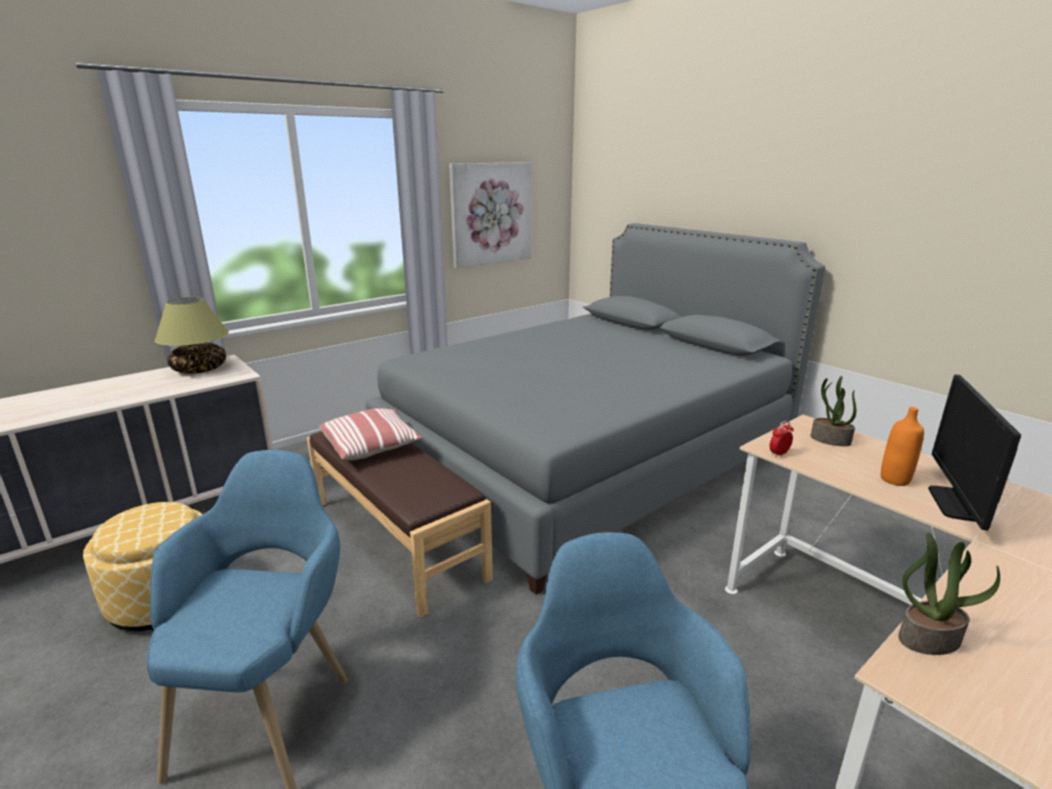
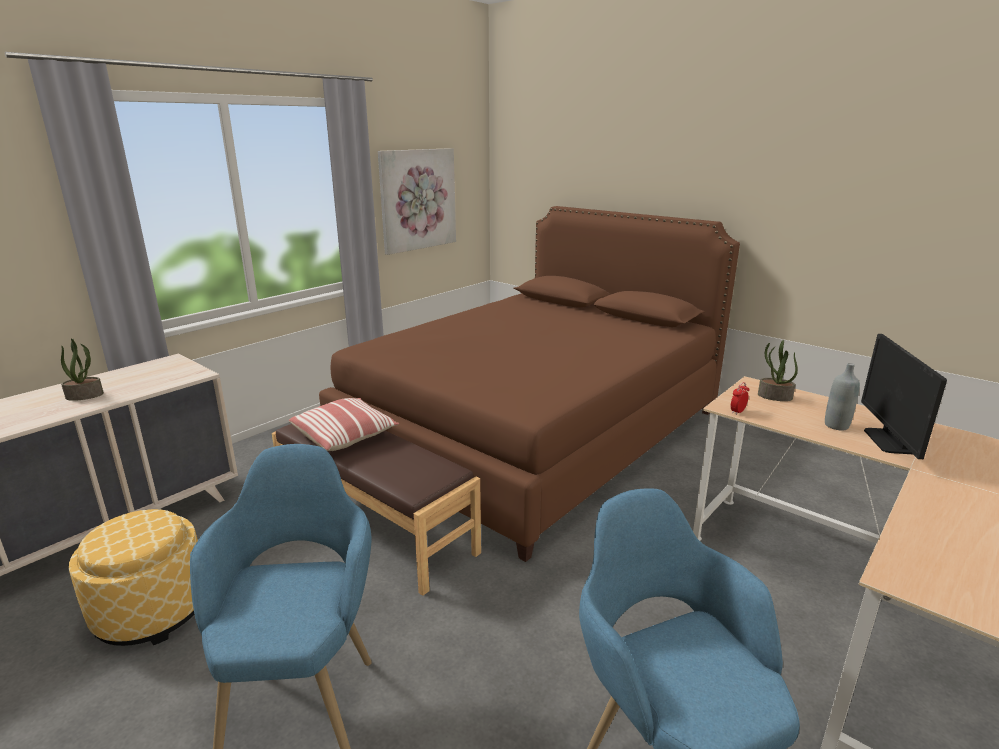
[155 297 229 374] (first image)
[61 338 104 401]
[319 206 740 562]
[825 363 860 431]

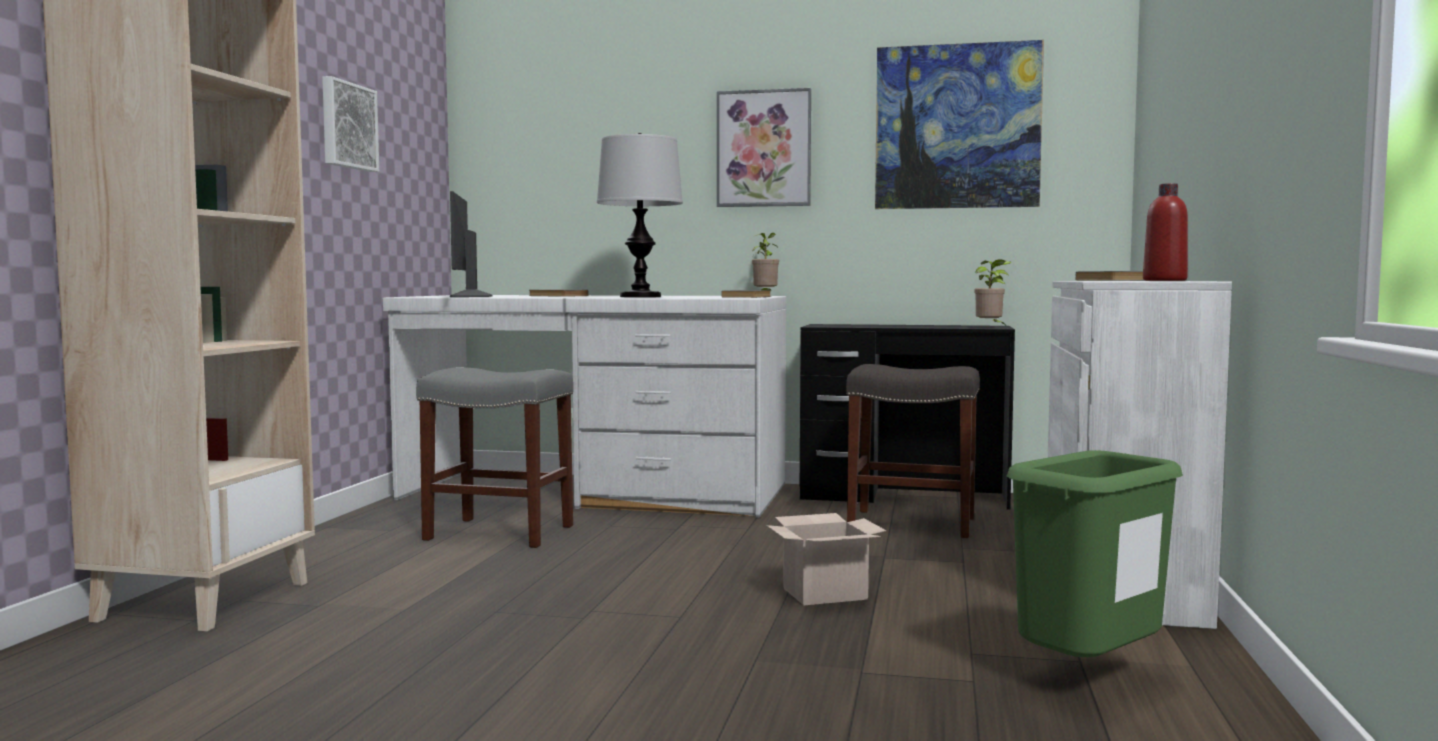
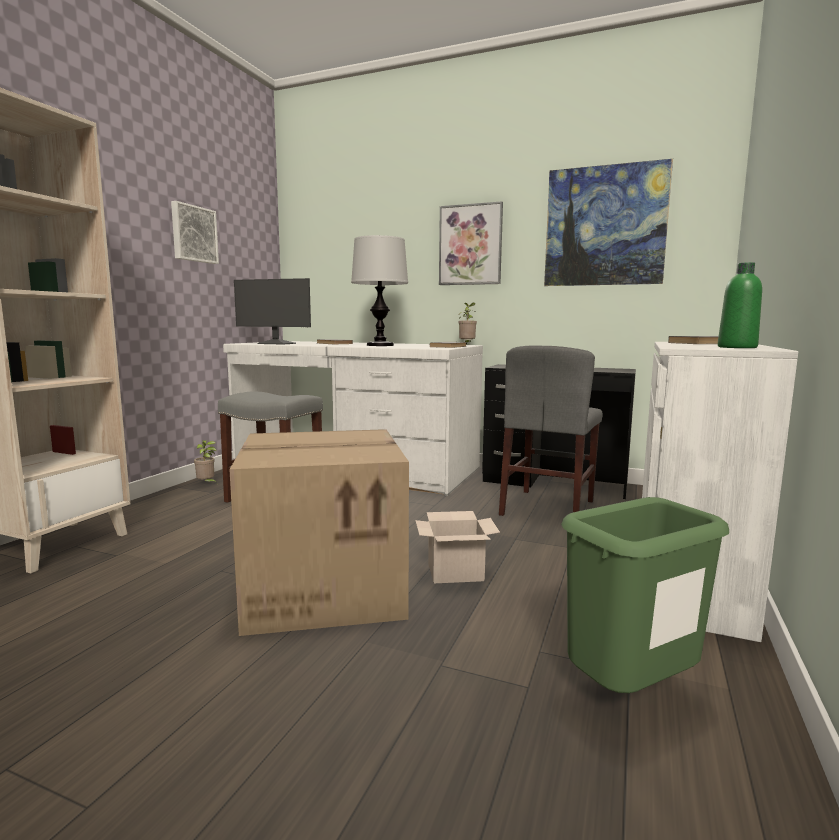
[229 429 409 636]
[194 440 217 483]
[499 346 603 516]
[718 262 762 348]
[234 278 311 345]

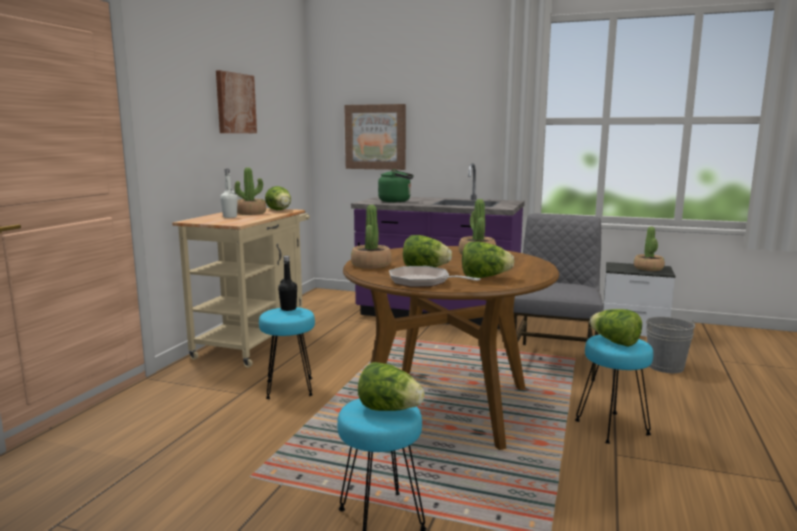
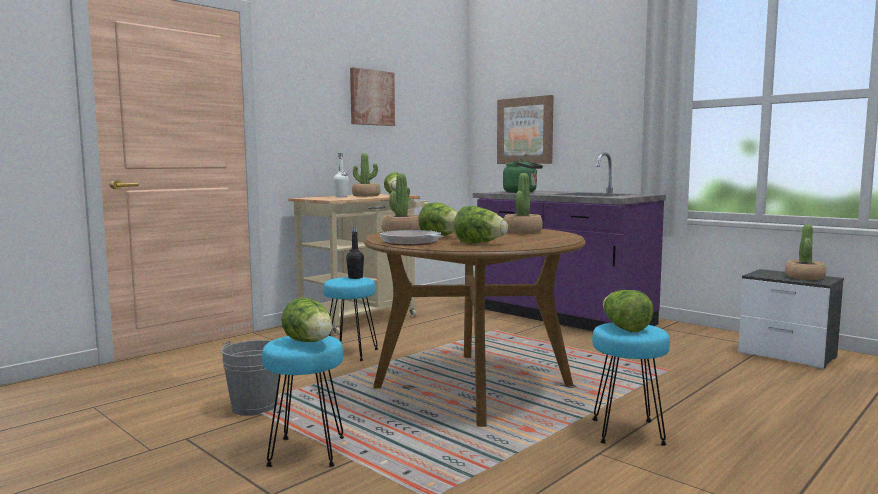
[514 213 603 381] (first image)
[221 340 279 416]

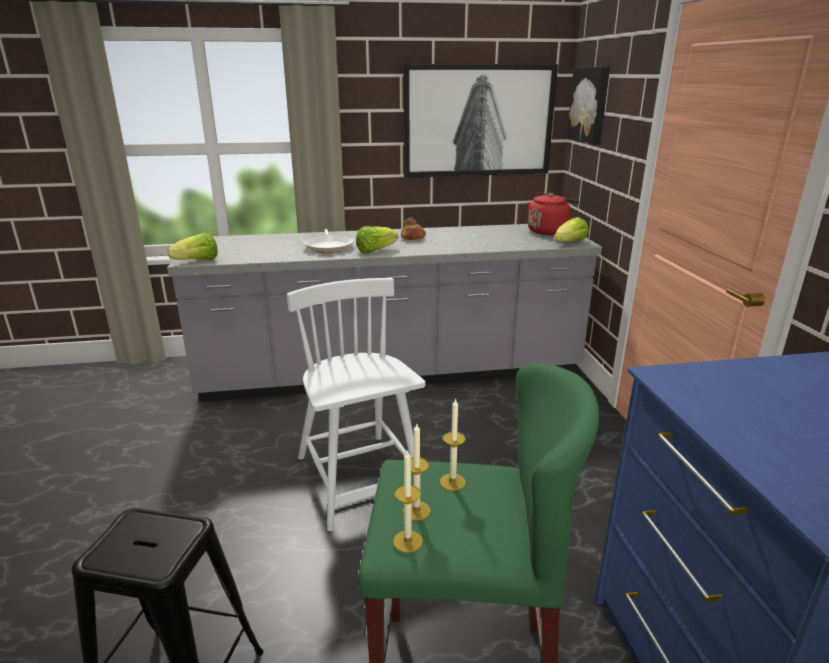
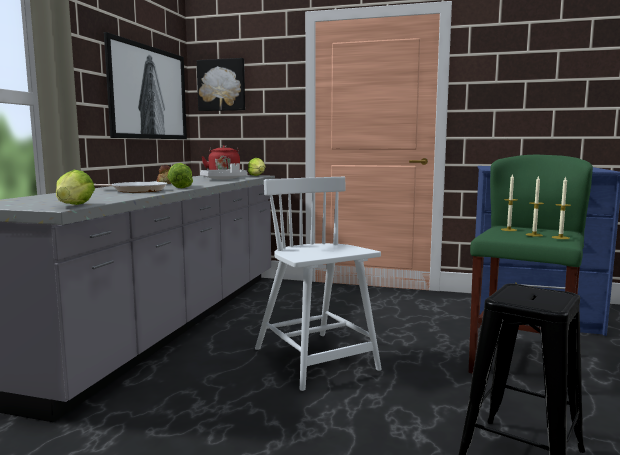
[200 163 247 180]
[255 177 382 391]

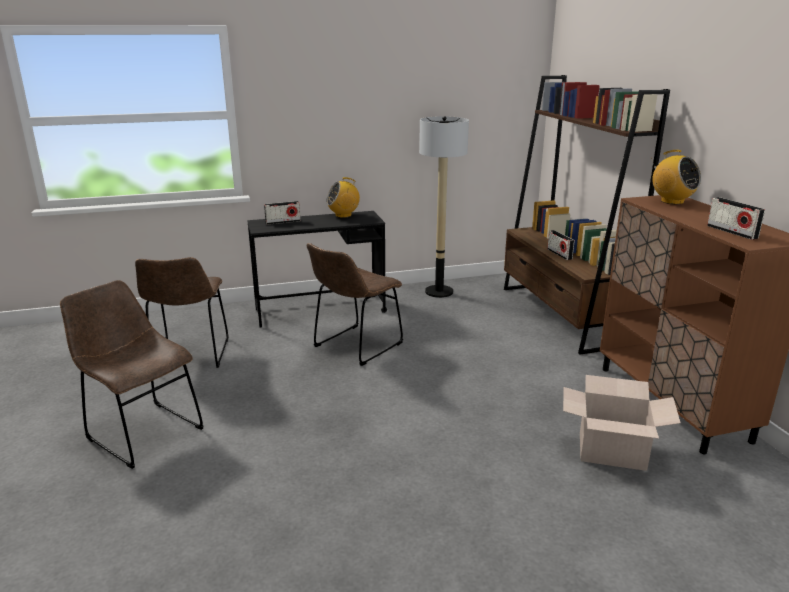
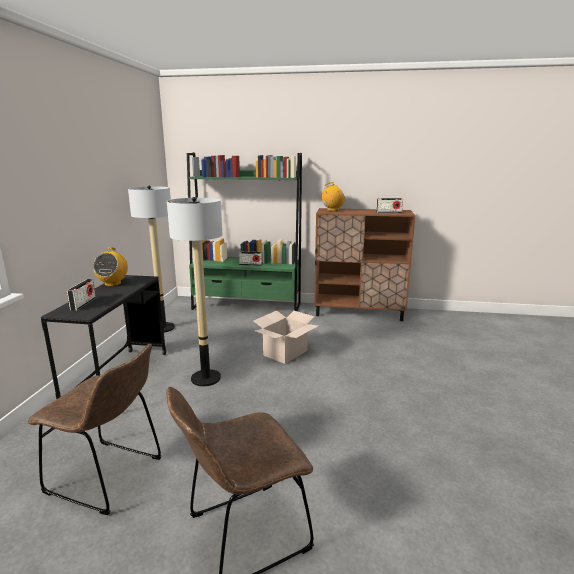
[254 311 318 364]
[167 197 222 387]
[187 153 302 312]

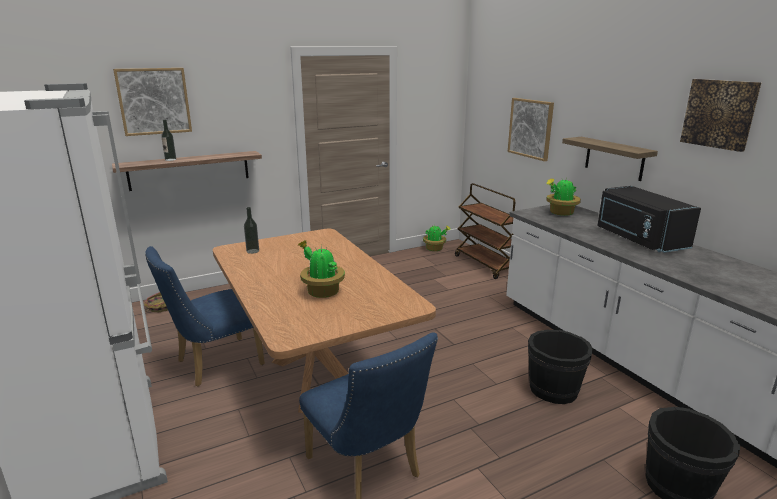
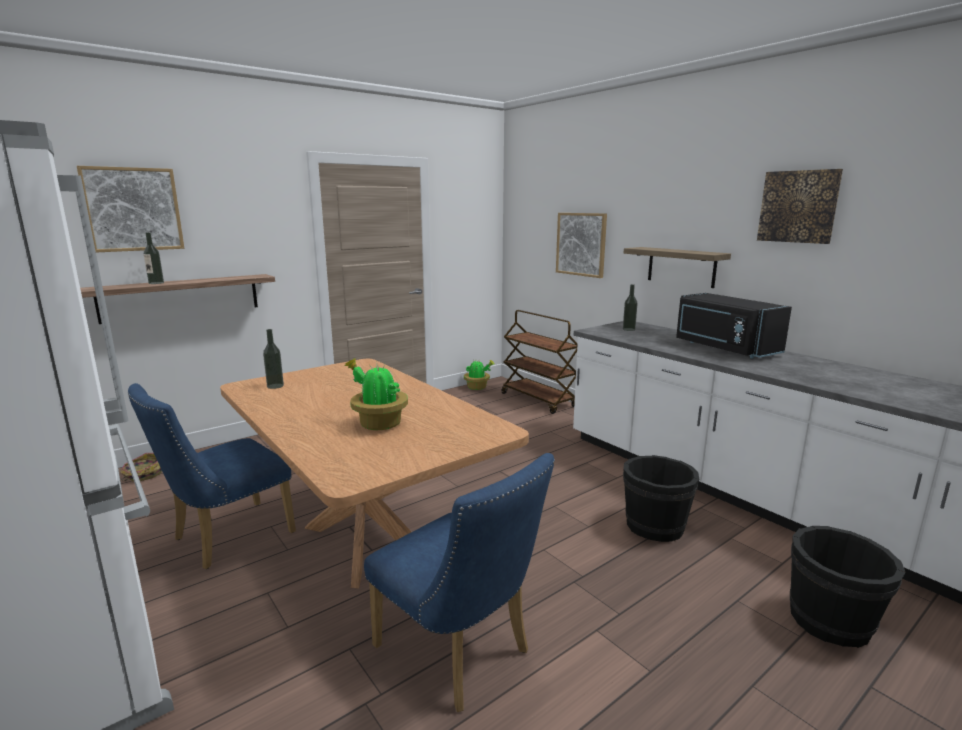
[623 284 638 331]

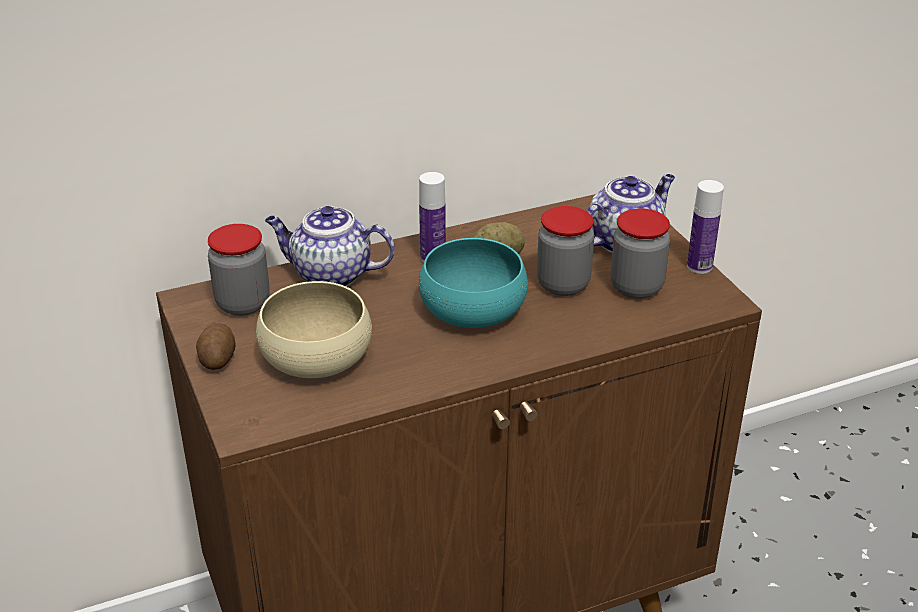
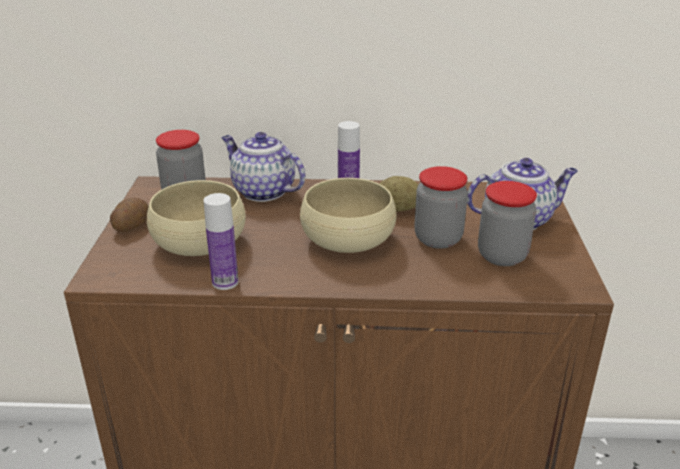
[204 193 238 290]
[300 178 396 253]

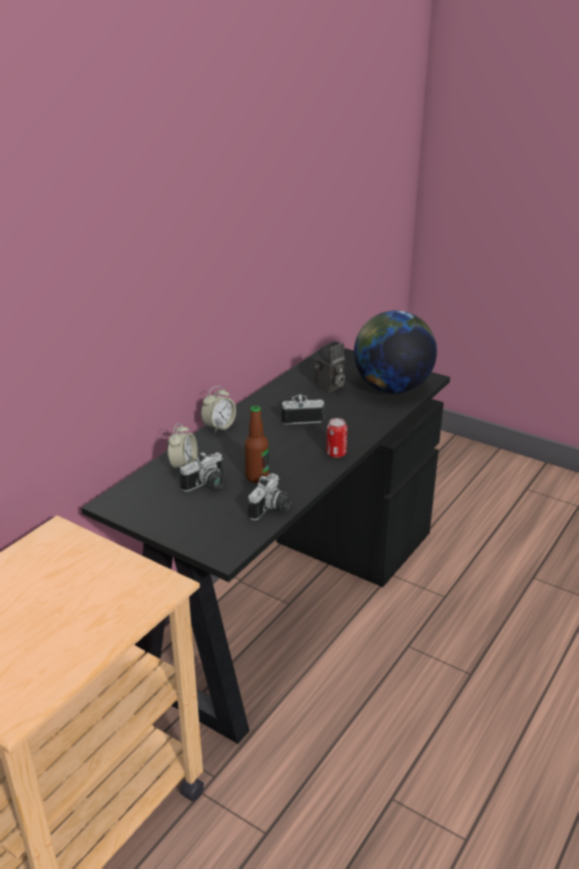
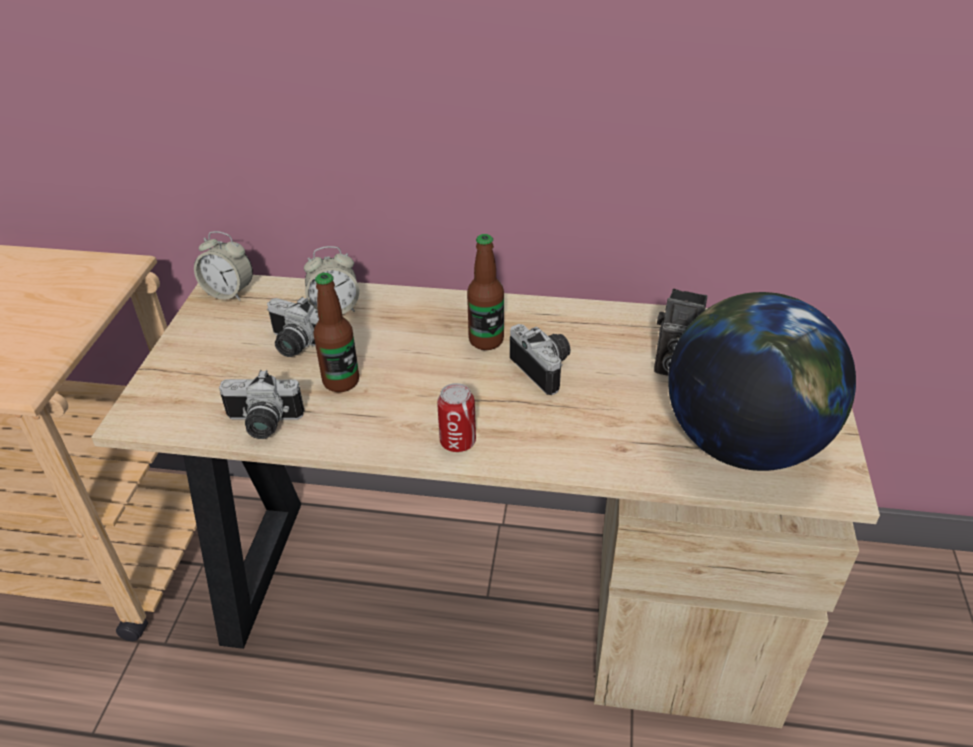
[467 234 504 350]
[194 231 253 301]
[91 275 880 728]

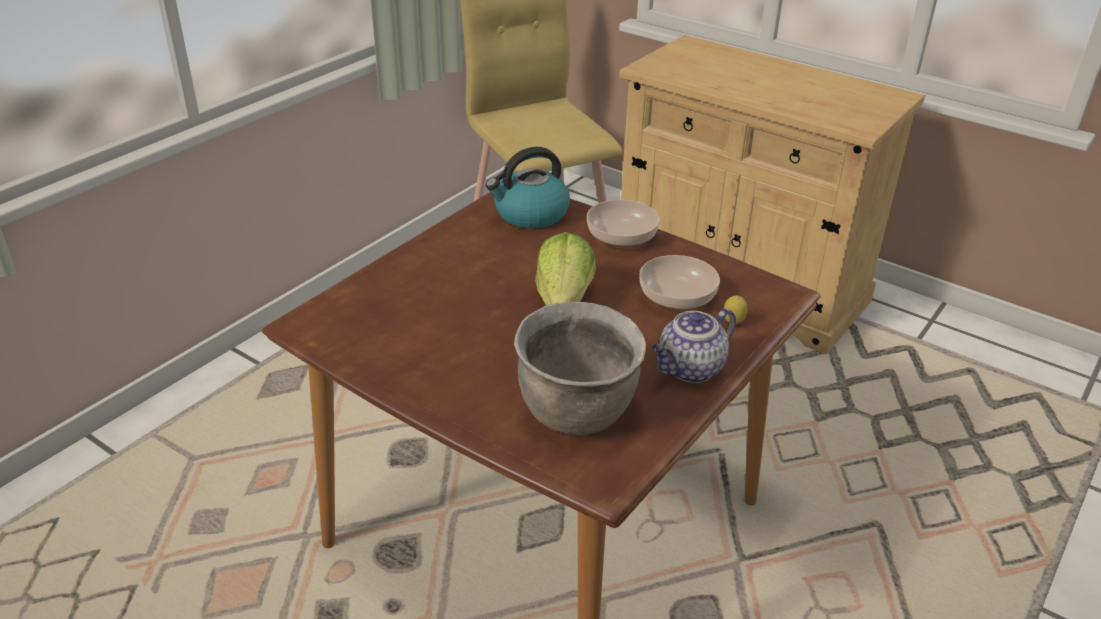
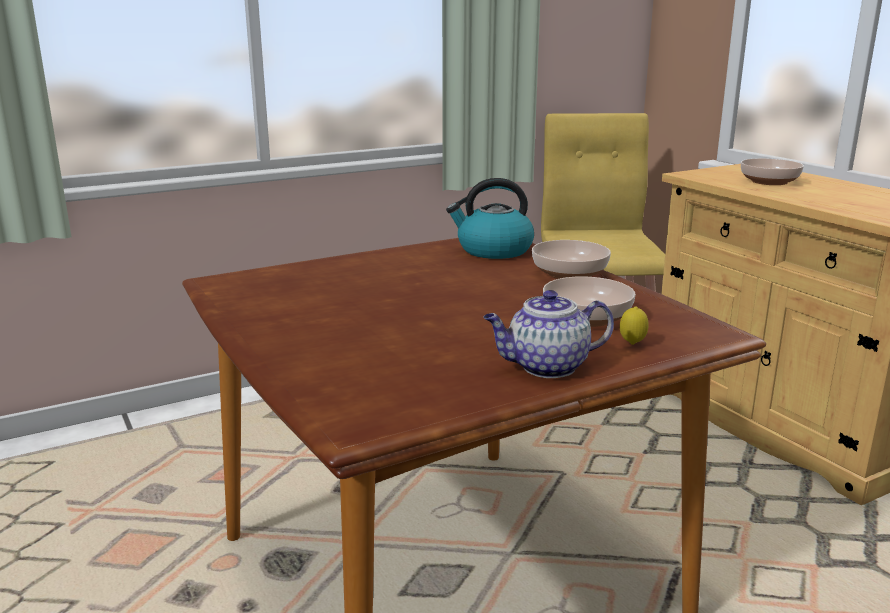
[514 302 646 435] (first image)
[535 232 596 305] (first image)
[741 158 804 185]

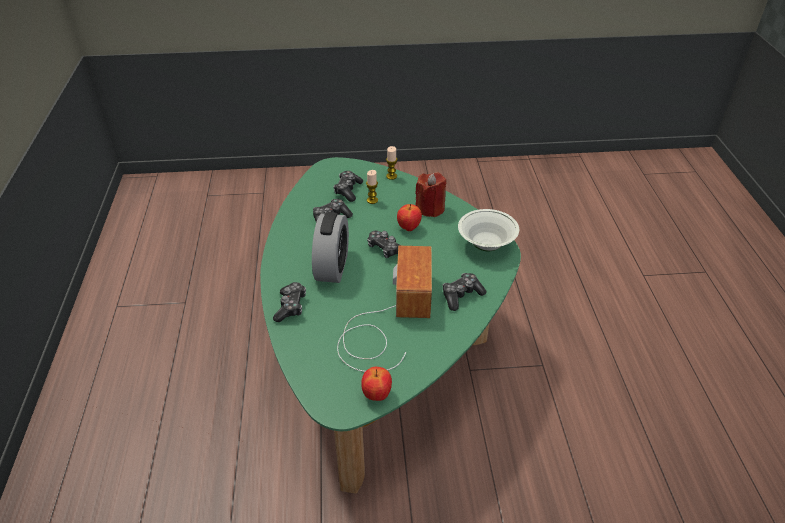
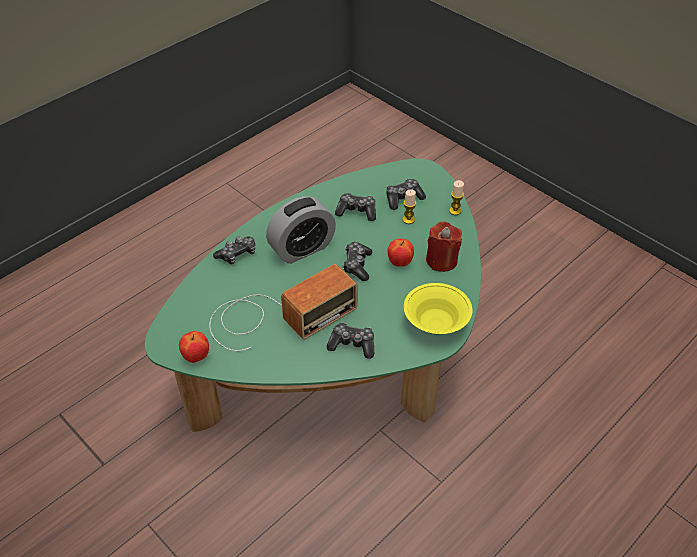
[404 283 473 334]

